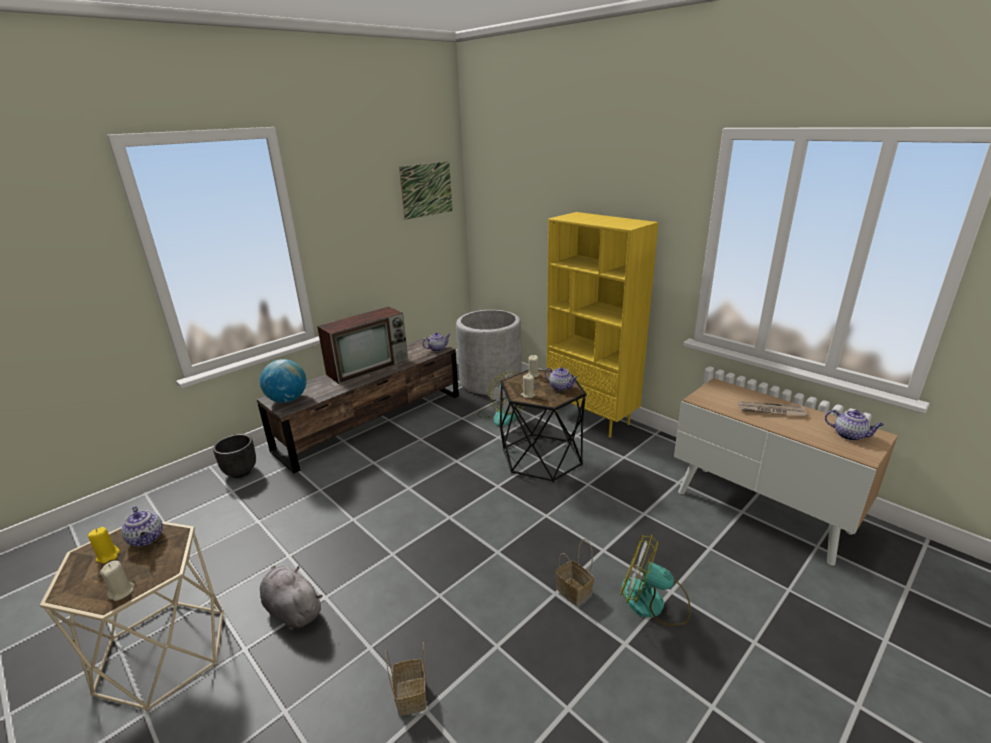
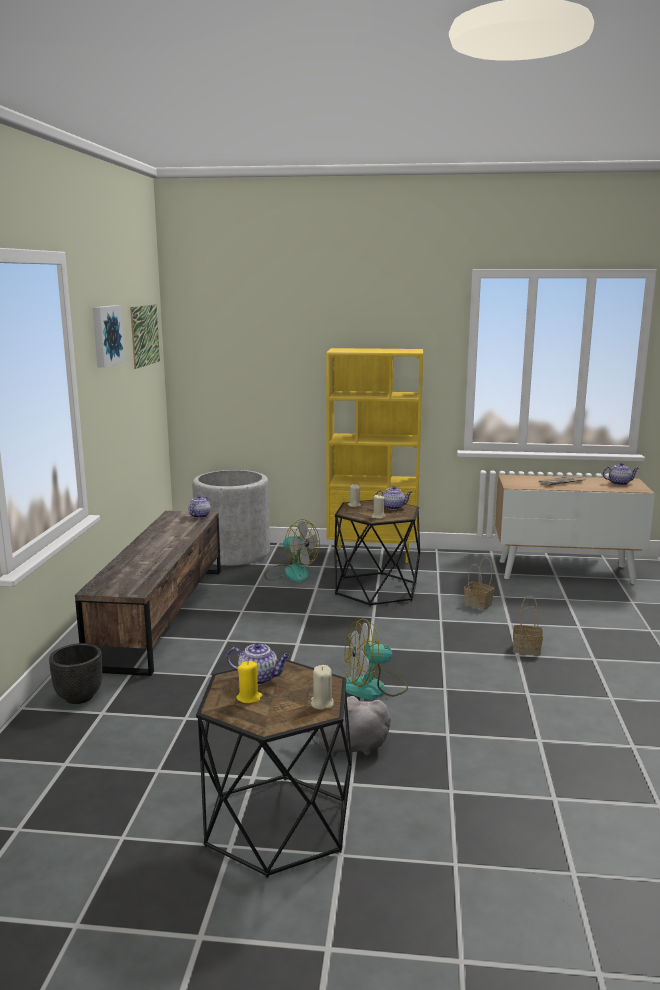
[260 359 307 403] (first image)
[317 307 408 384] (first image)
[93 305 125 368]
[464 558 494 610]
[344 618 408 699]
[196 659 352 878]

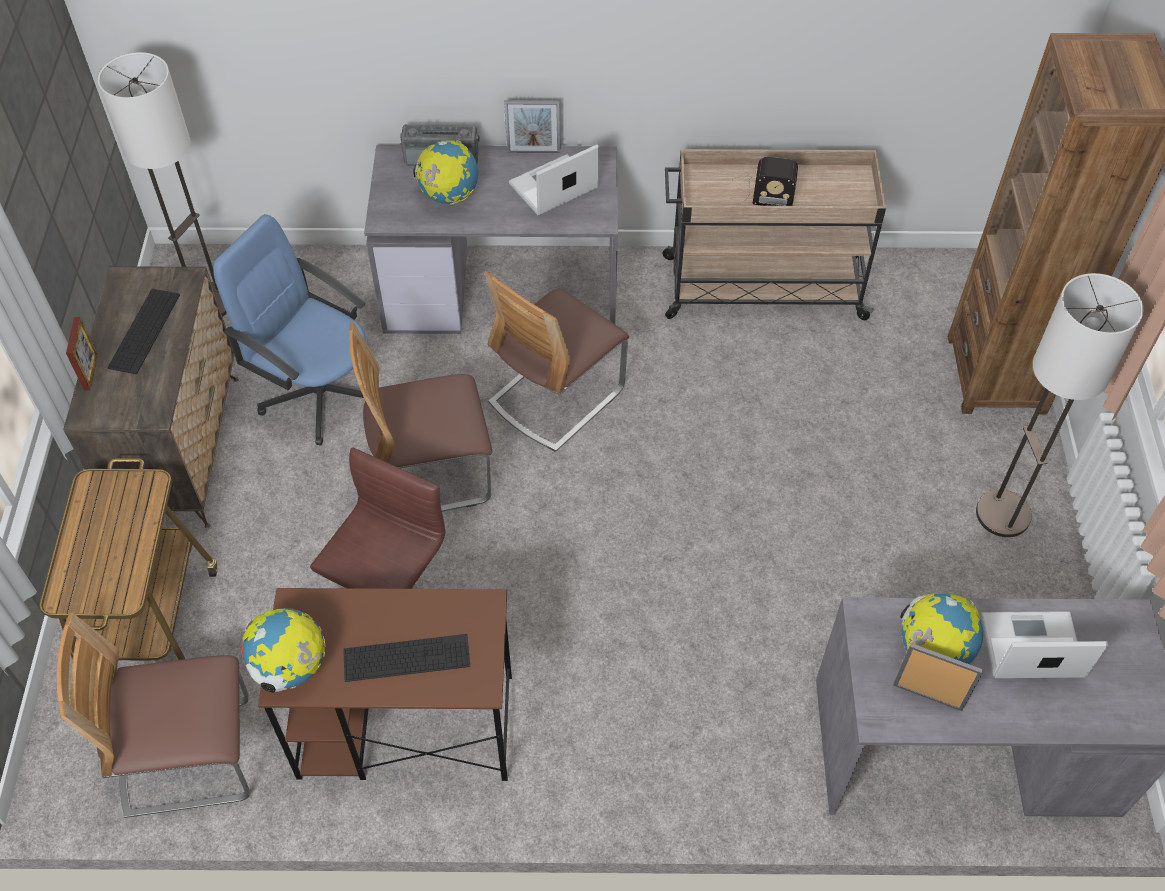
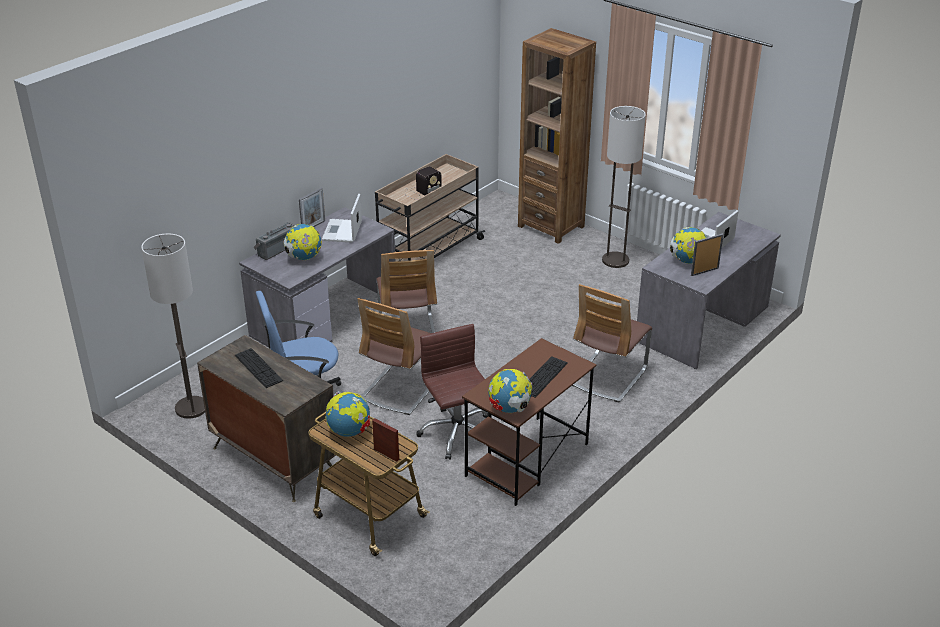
[325 391 370 437]
[572 284 652 402]
[372 419 399 462]

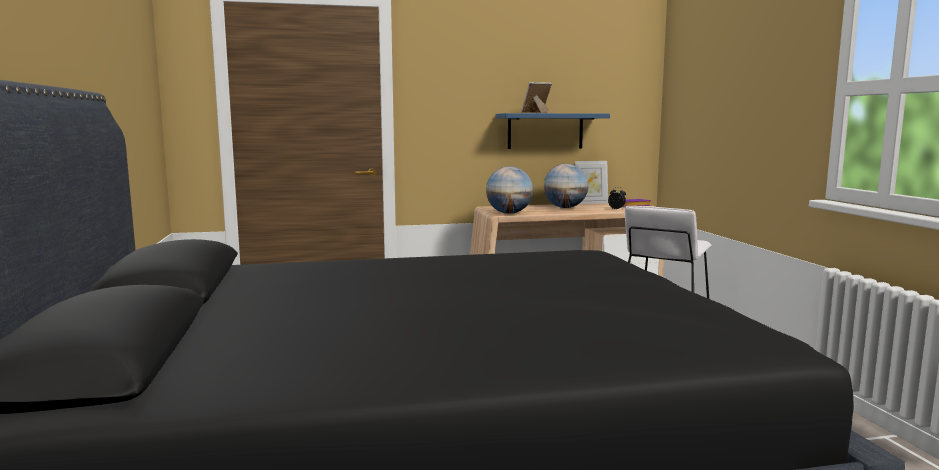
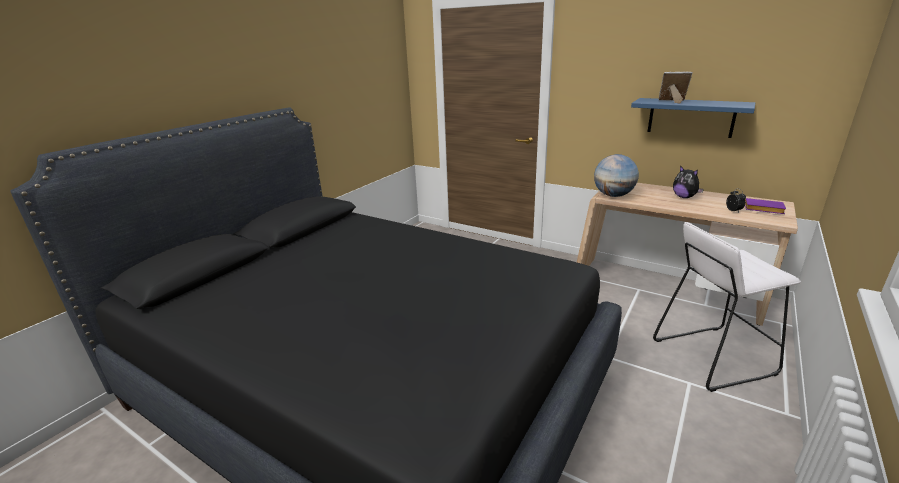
[575 161 608 204] (first image)
[673 166 704 198]

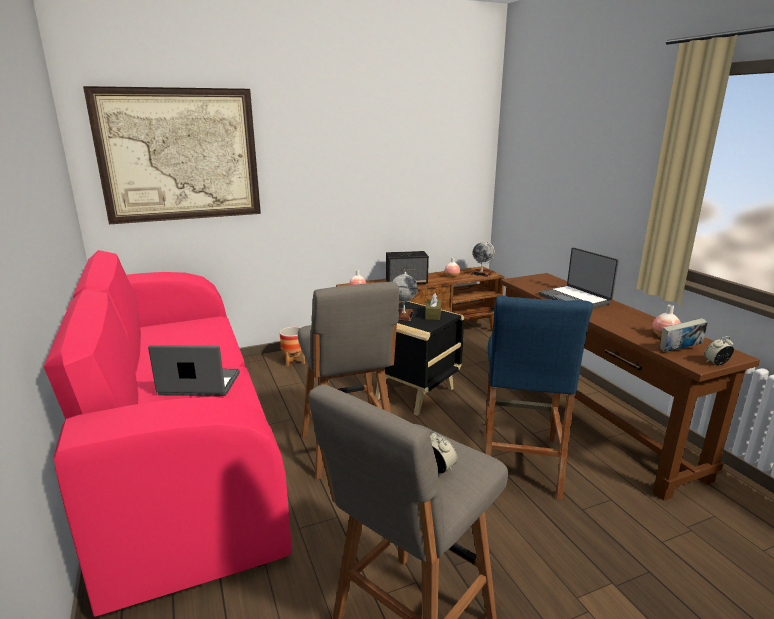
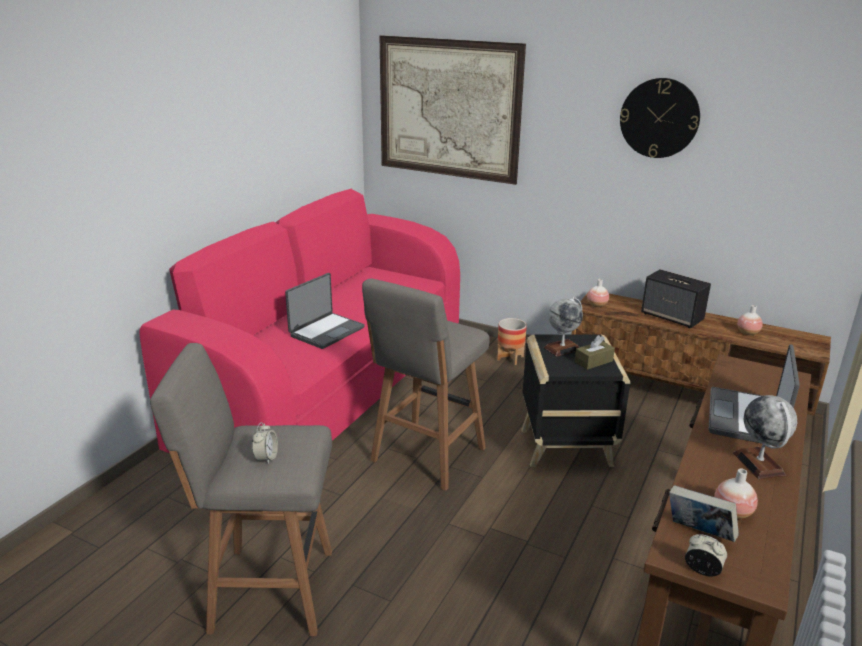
[484 295 593 500] (first image)
[620 78 700 158]
[733 395 797 479]
[285 273 365 349]

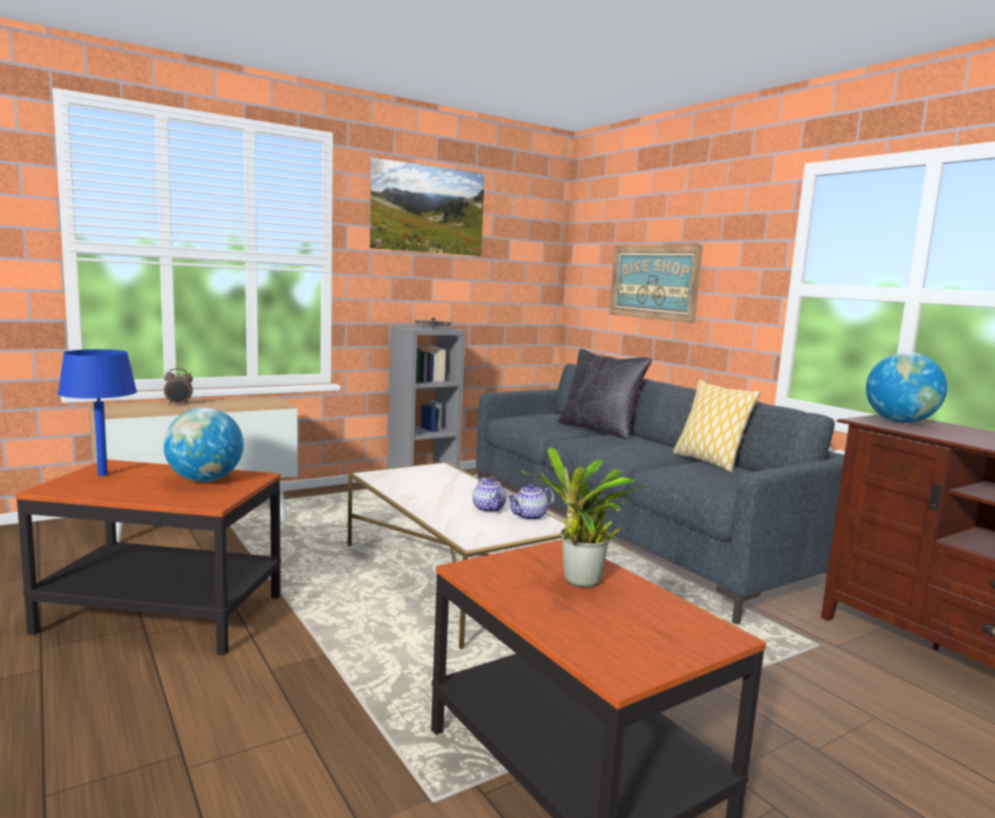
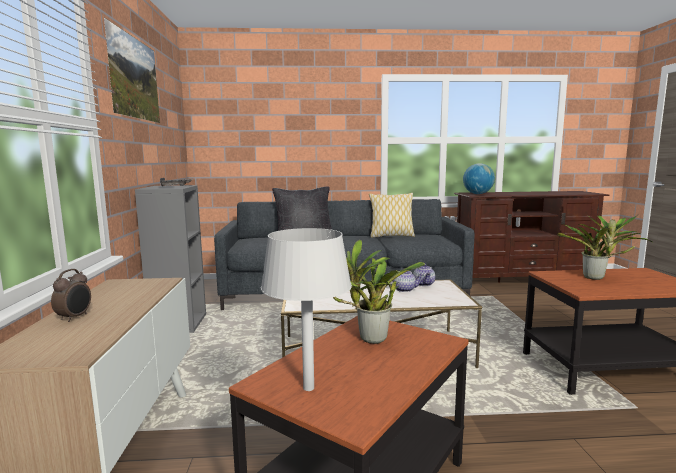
[609 245 703 323] (first image)
[333 240 425 344]
[261 228 352 391]

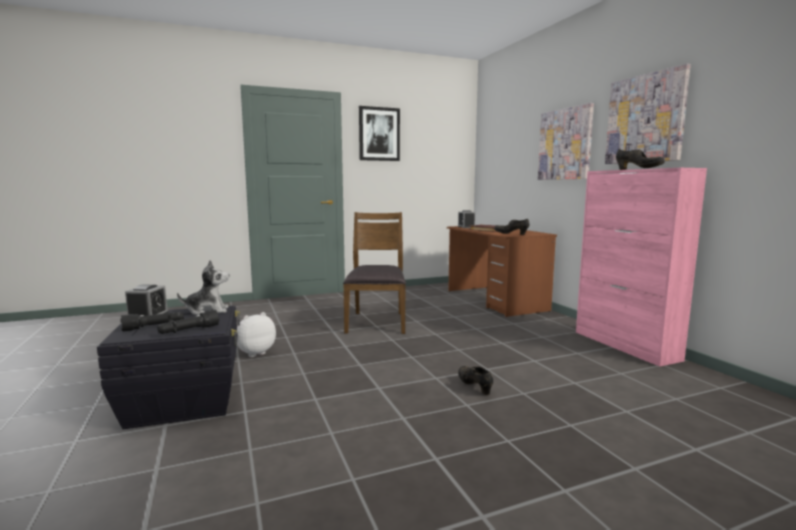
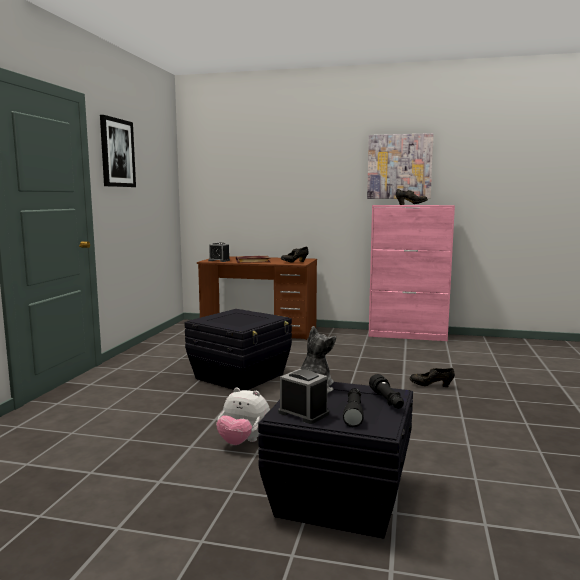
[538 103 594 180] (first image)
[184 309 292 391]
[216 387 270 445]

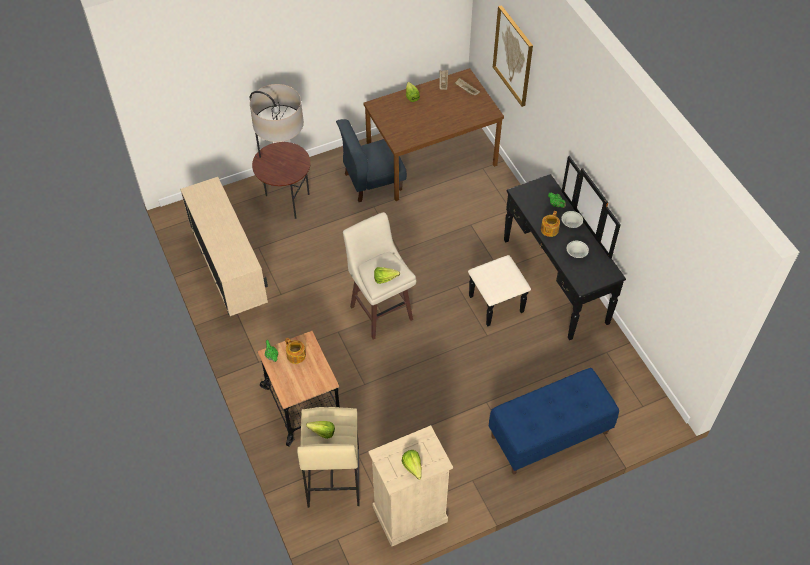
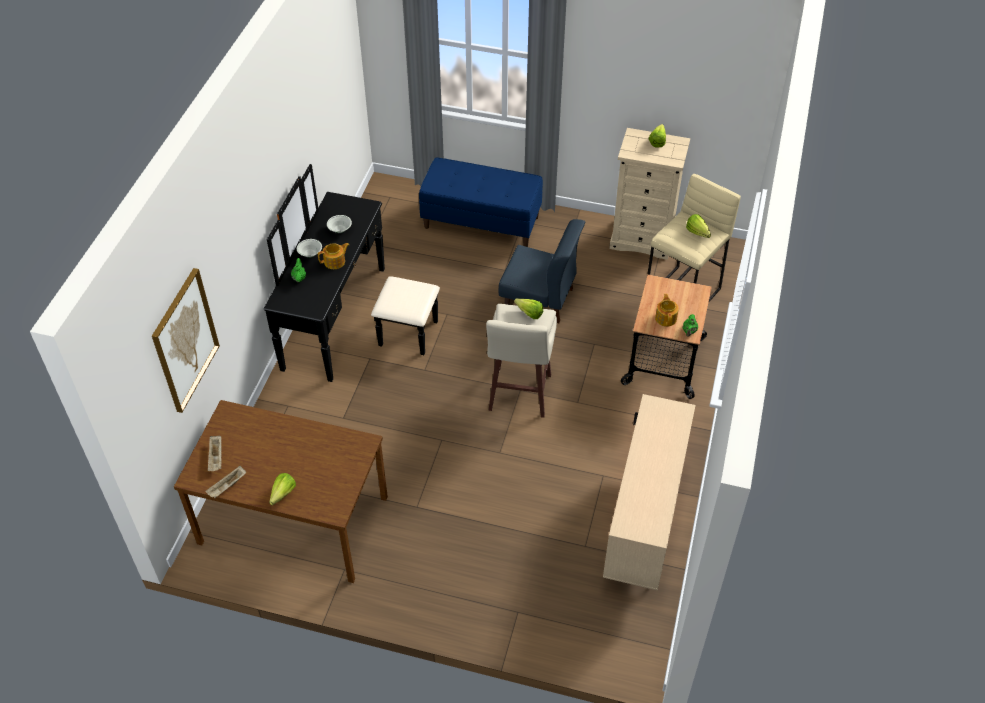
[250 84 311 219] (first image)
[498 219 585 323]

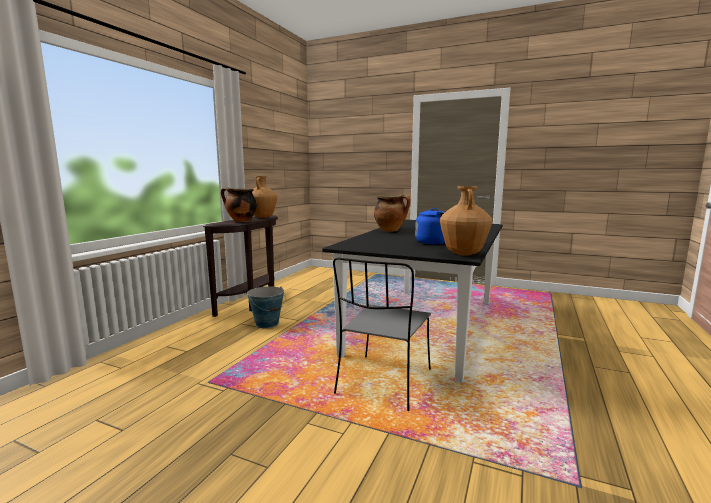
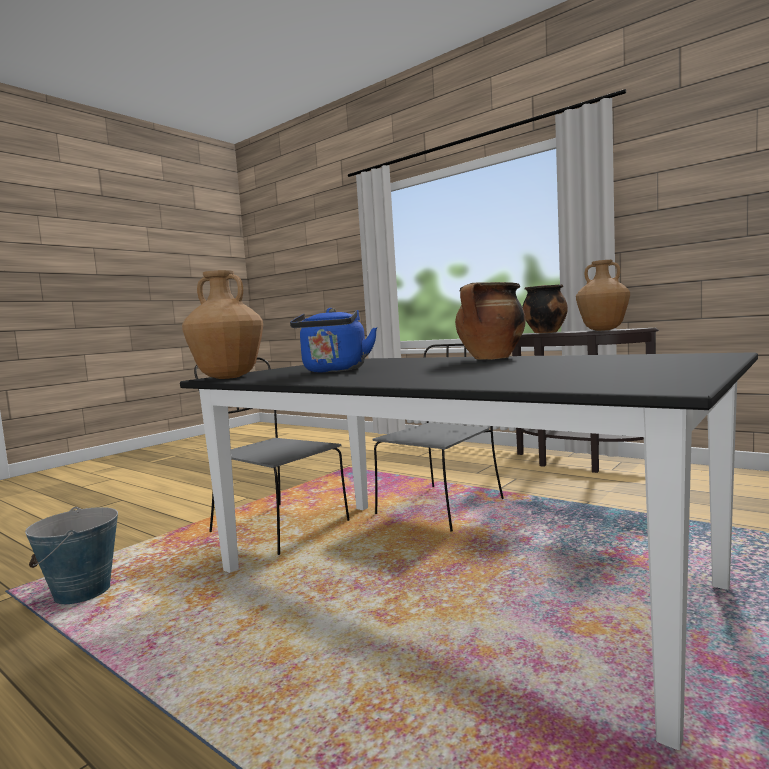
[372 344 504 532]
[25 507 118 604]

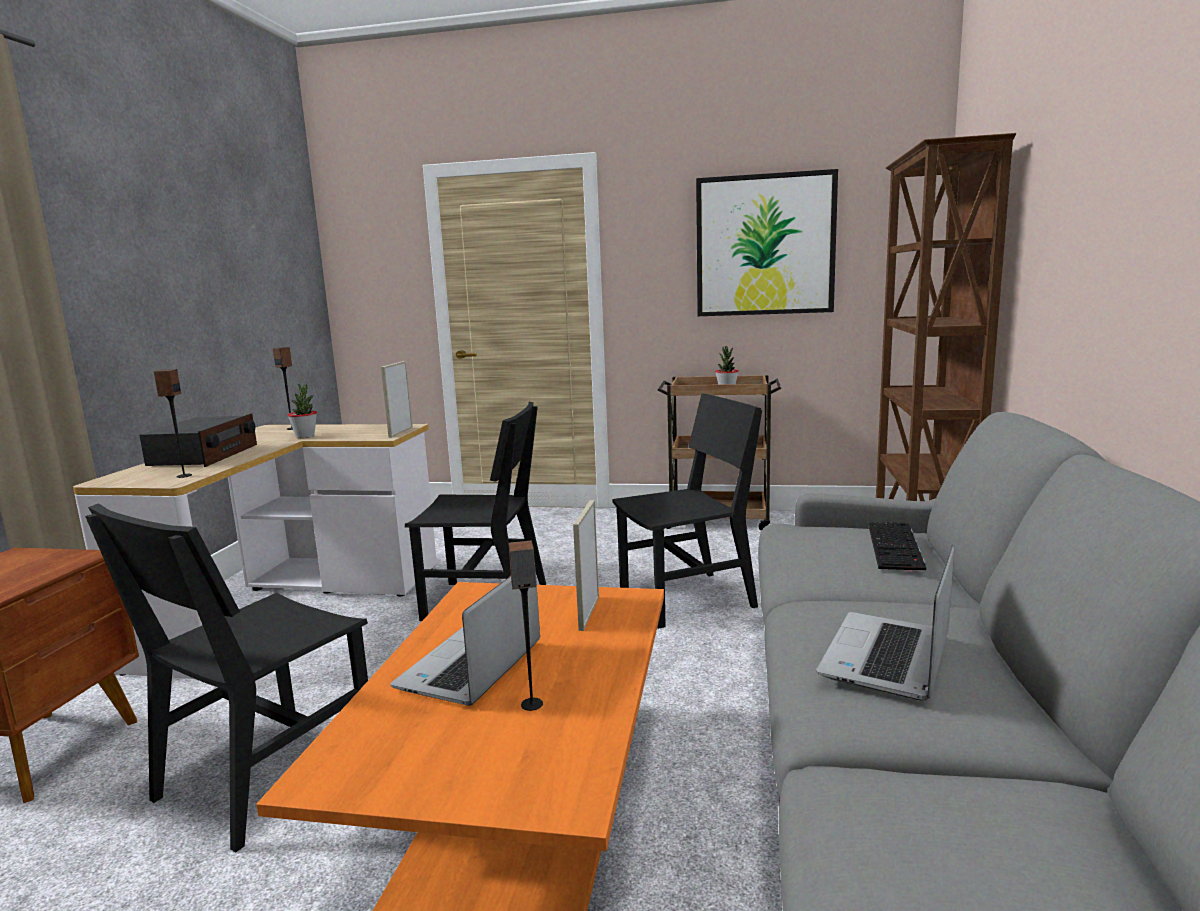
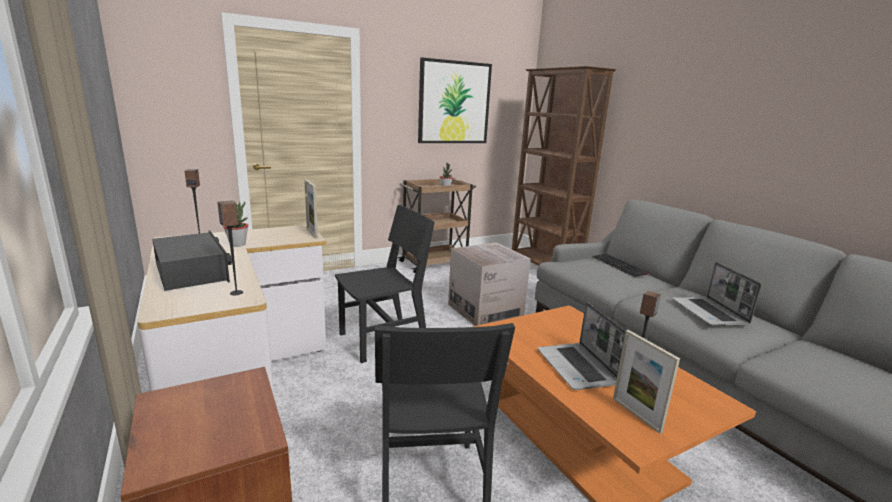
[613 330 680 434]
[448 242 531 326]

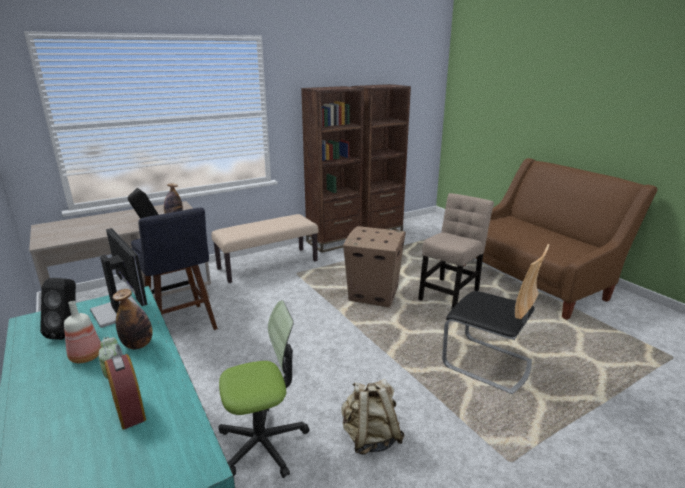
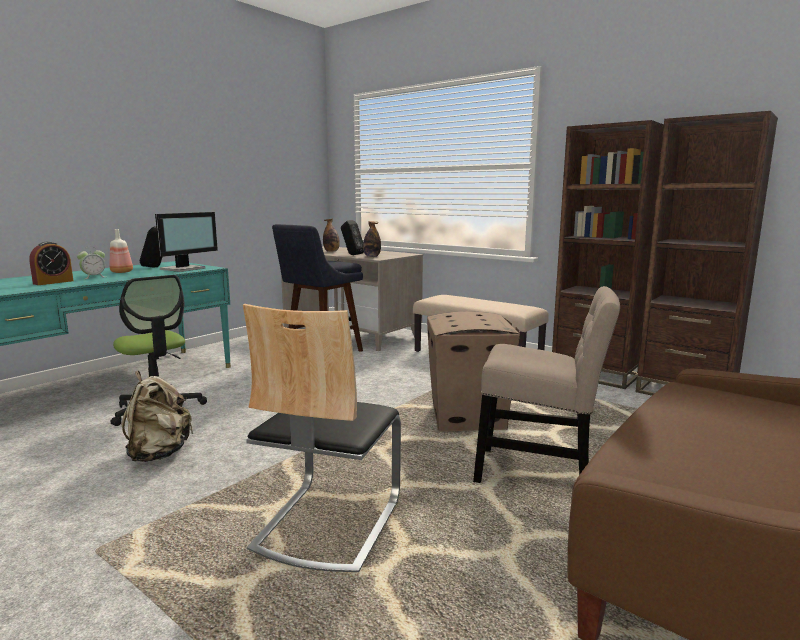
[323 219 340 252]

